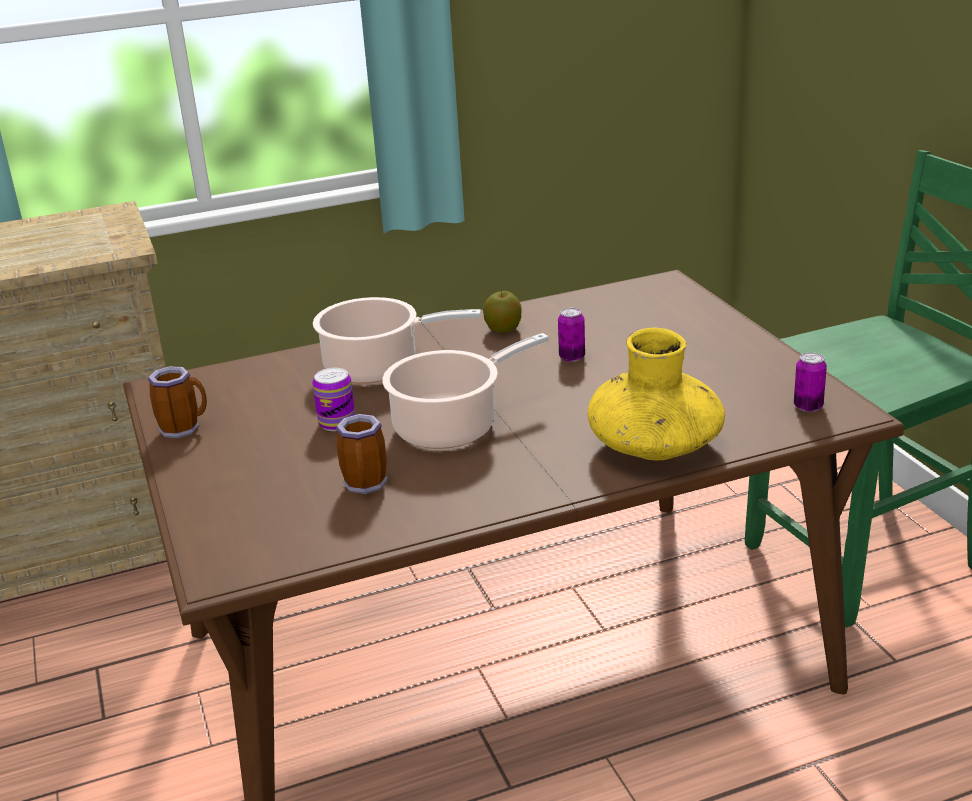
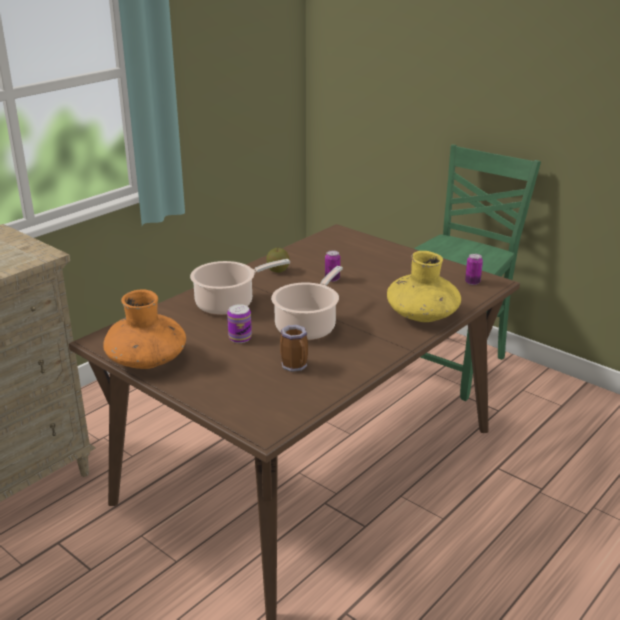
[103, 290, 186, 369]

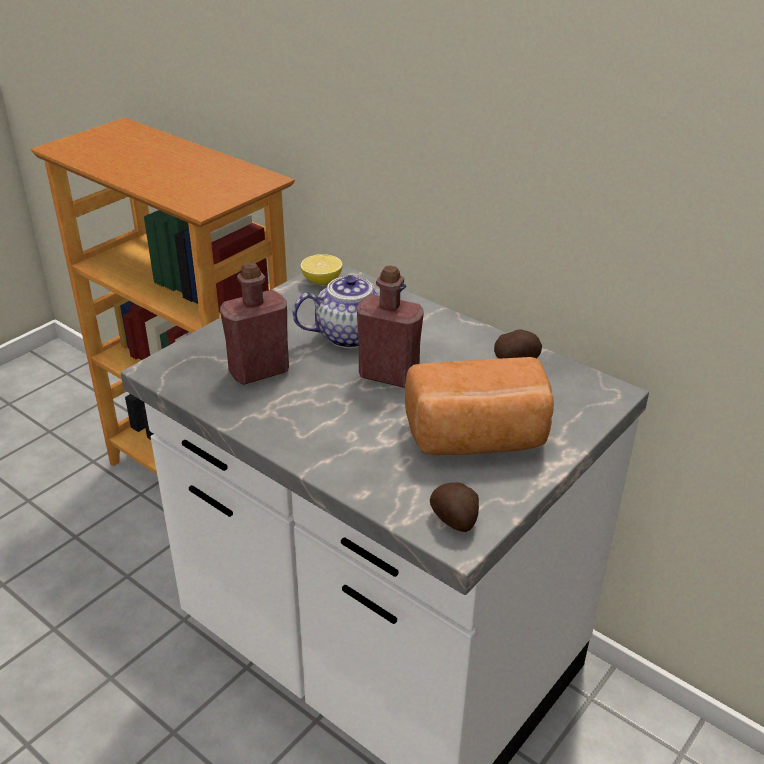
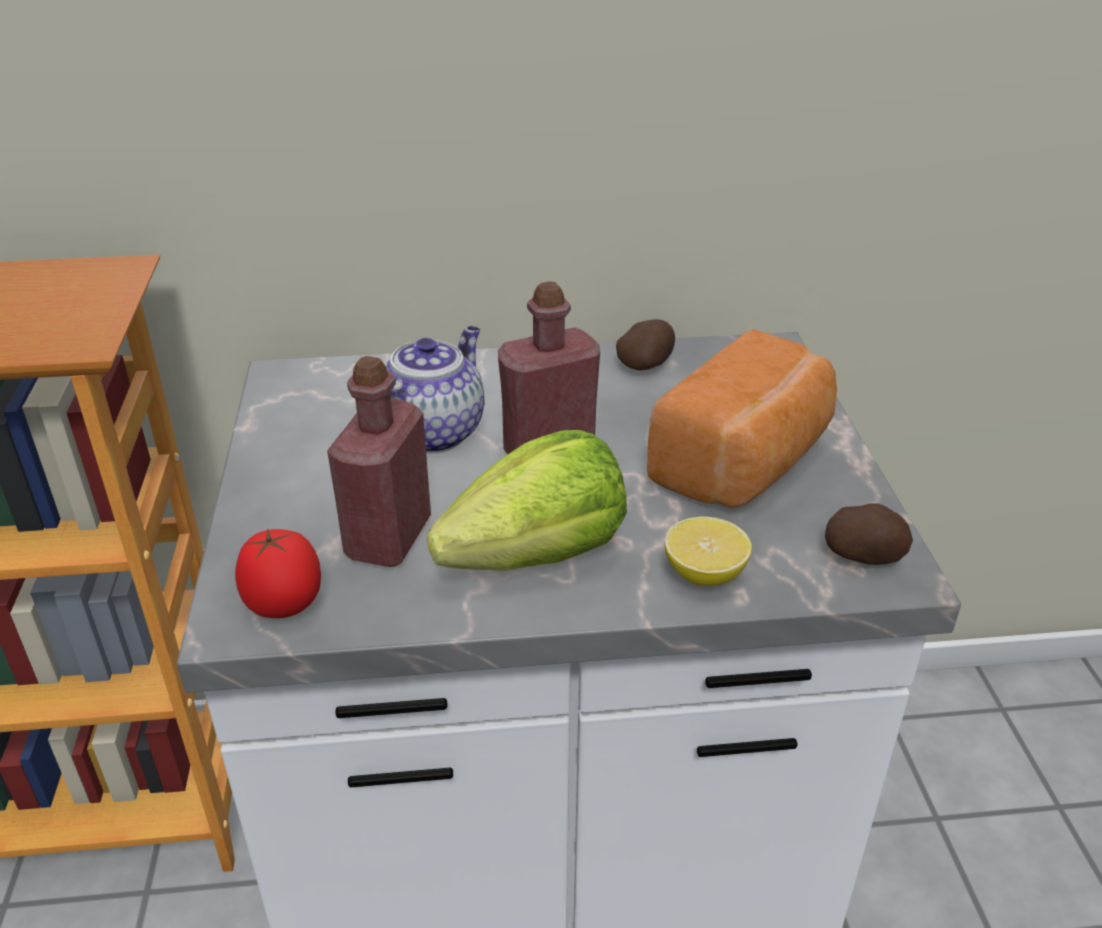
[665, 516, 752, 586]
[427, 430, 627, 571]
[235, 528, 321, 618]

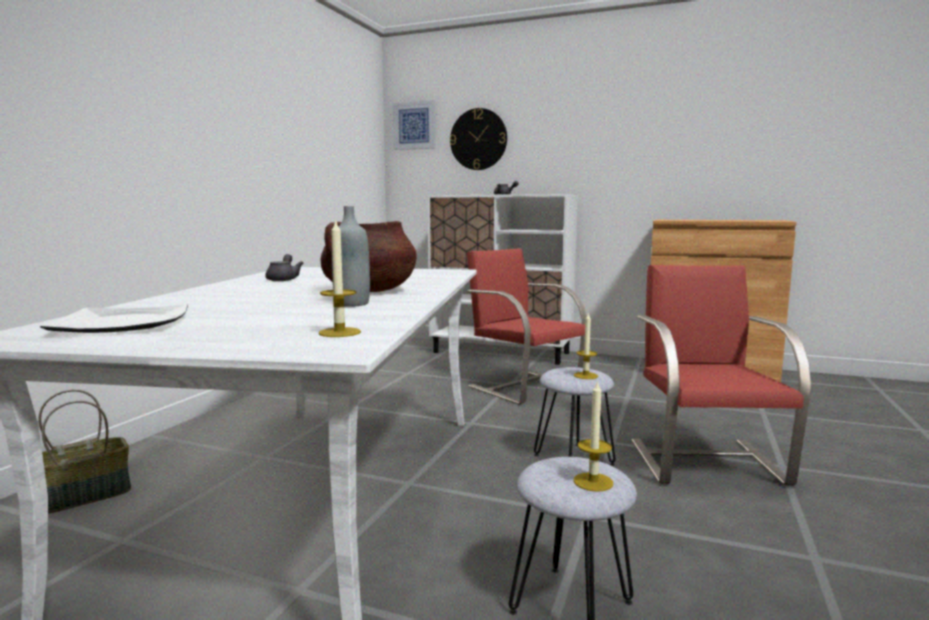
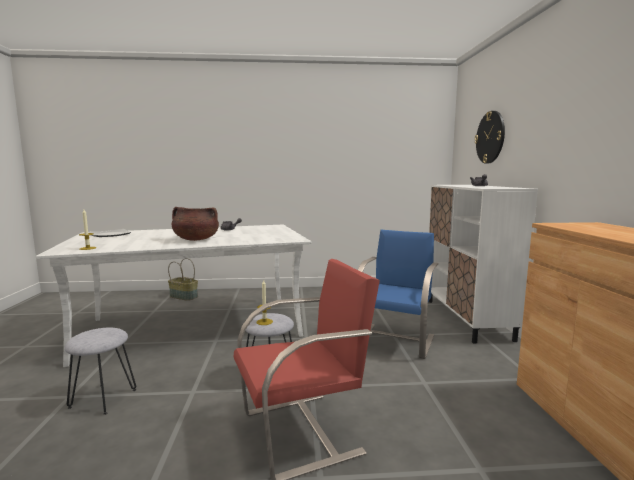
[393, 100, 435, 150] (first image)
[332, 206, 370, 307] (first image)
[358, 230, 439, 359]
[574, 380, 613, 492] (first image)

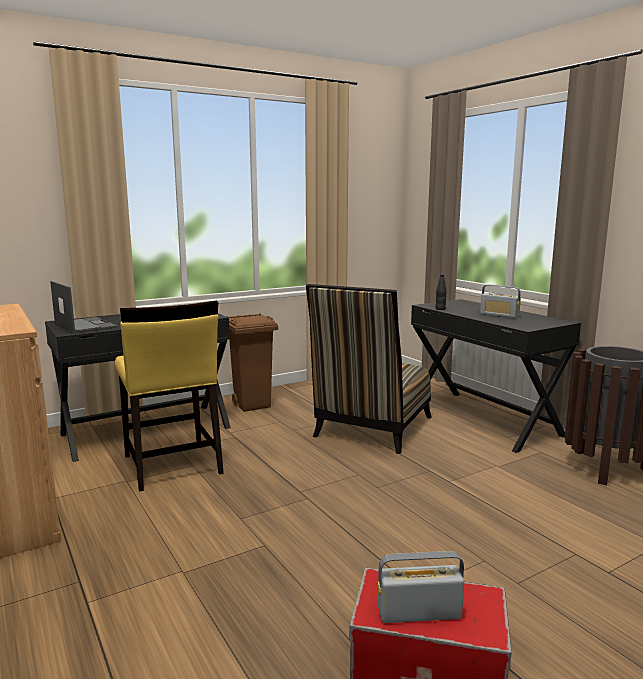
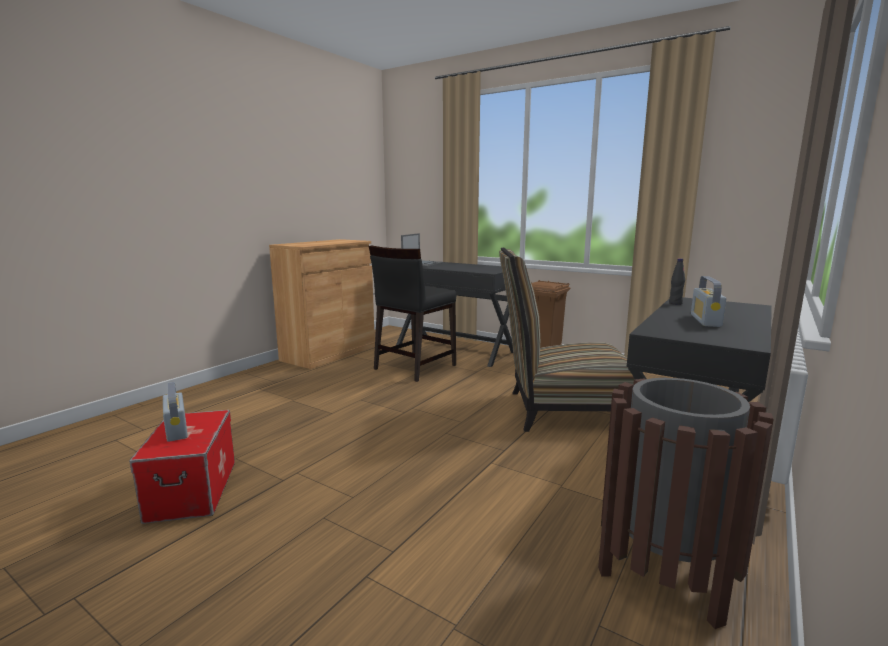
[369, 245, 456, 382]

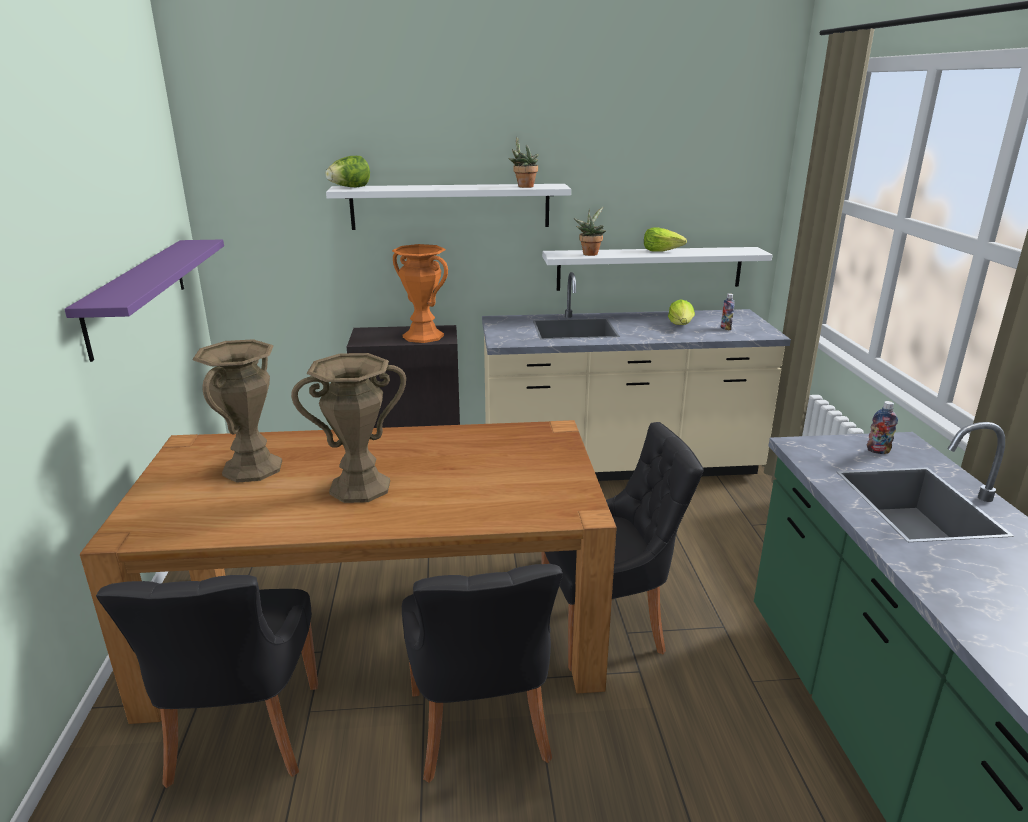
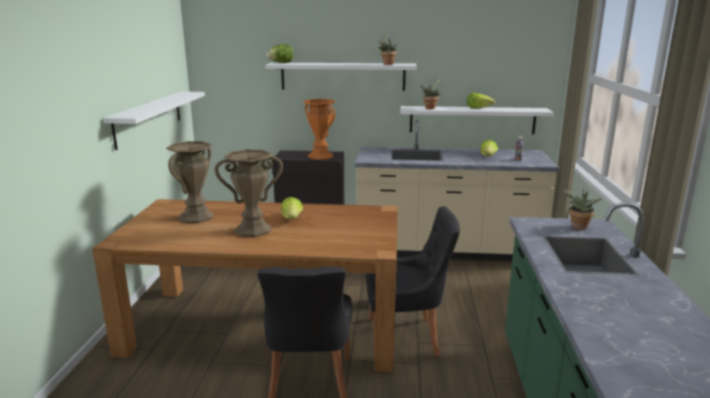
[103, 92, 205, 150]
[561, 188, 602, 230]
[96, 575, 318, 788] (first image)
[281, 197, 303, 219]

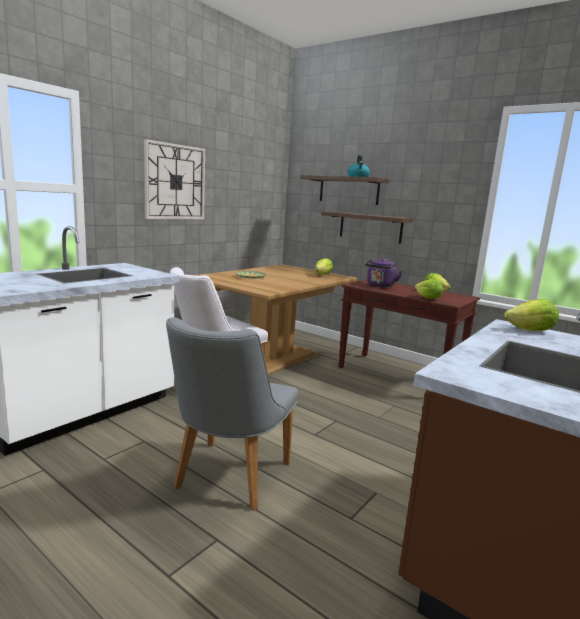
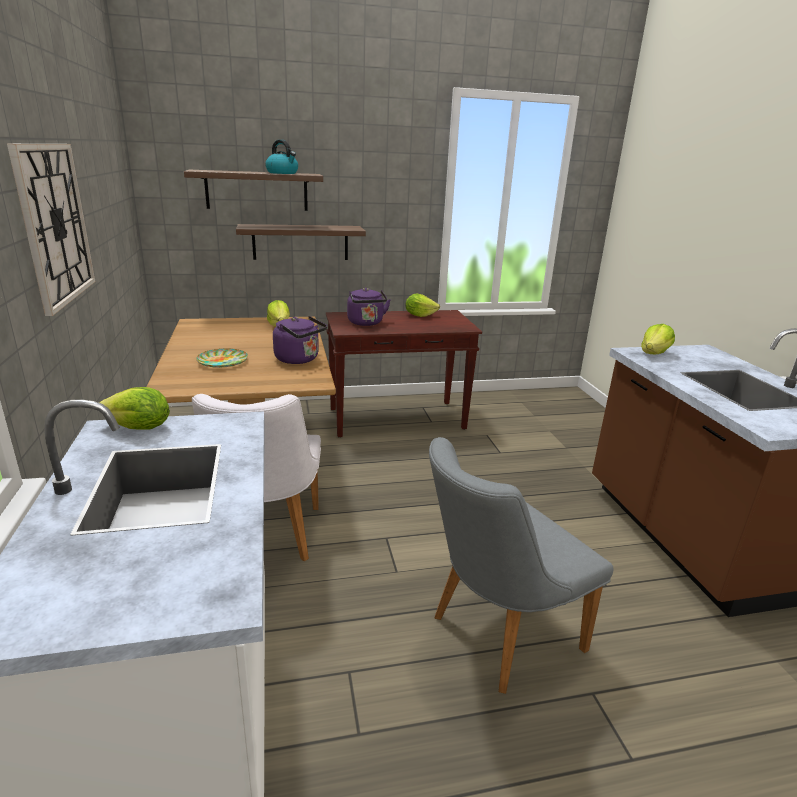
[99, 387, 170, 430]
[429, 437, 614, 694]
[273, 316, 327, 364]

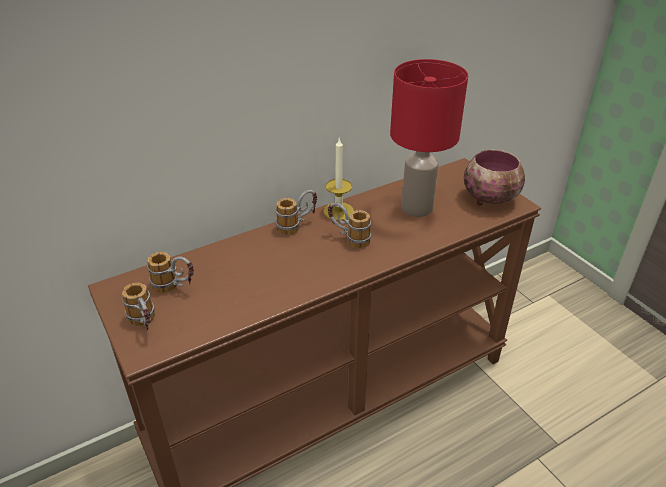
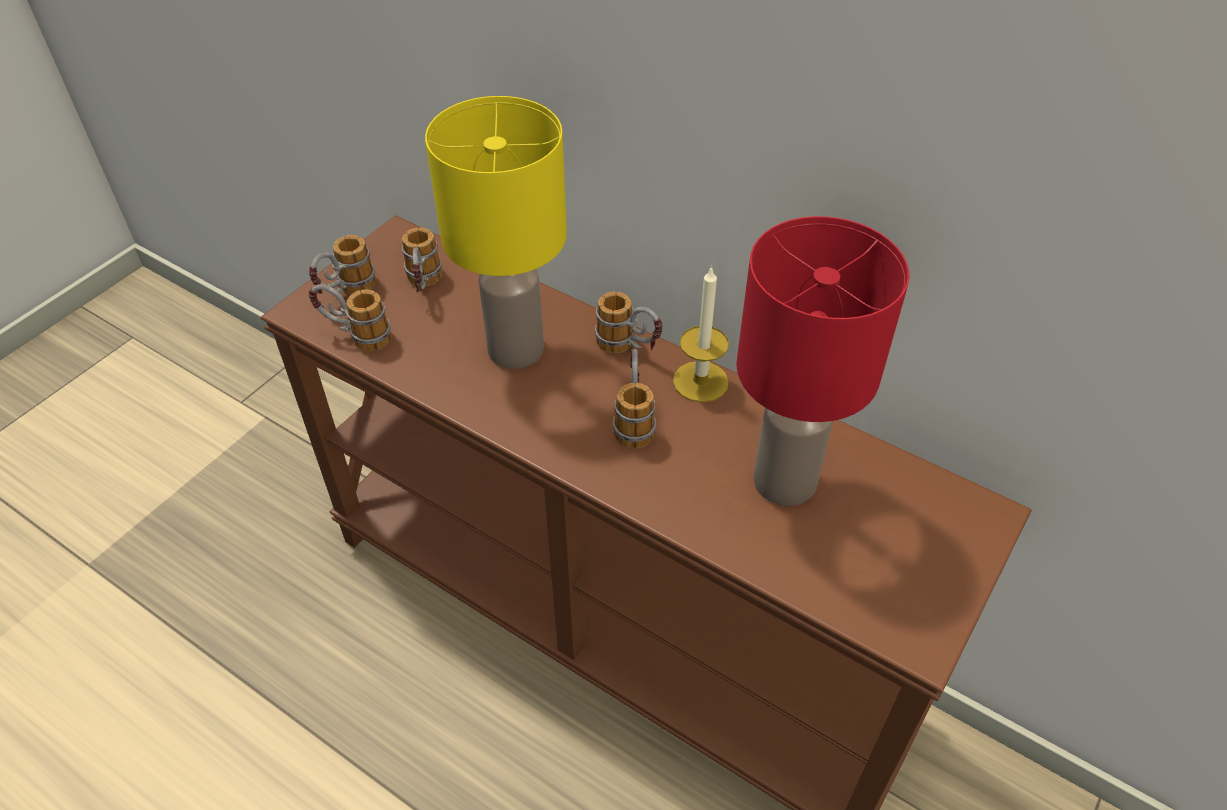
[464, 150, 525, 205] (first image)
[425, 96, 567, 369]
[308, 284, 392, 351]

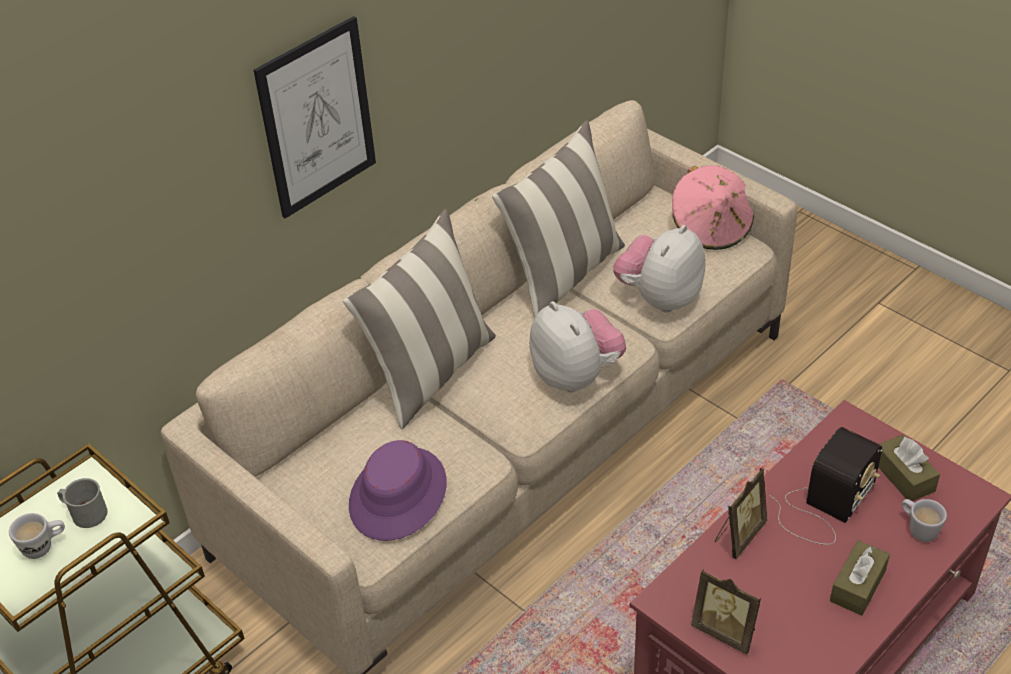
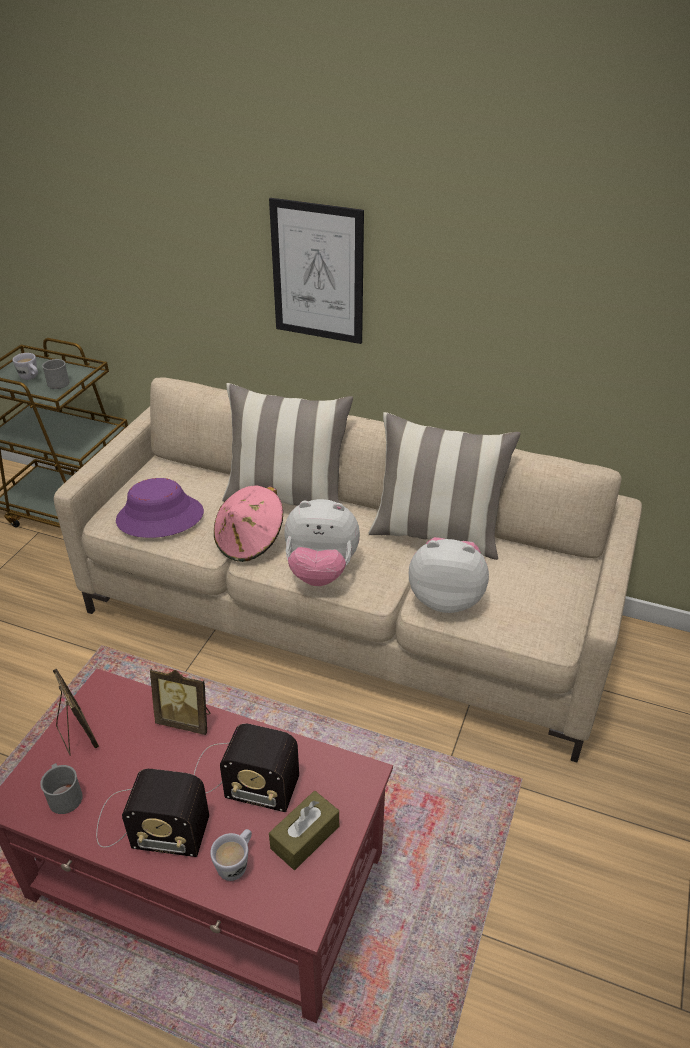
[214, 486, 283, 562]
[284, 499, 360, 586]
[96, 769, 209, 857]
[53, 669, 99, 755]
[40, 763, 83, 814]

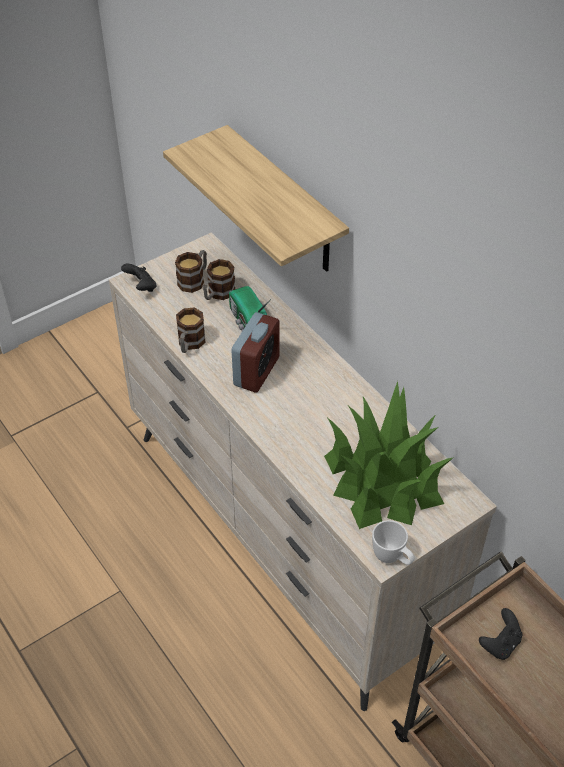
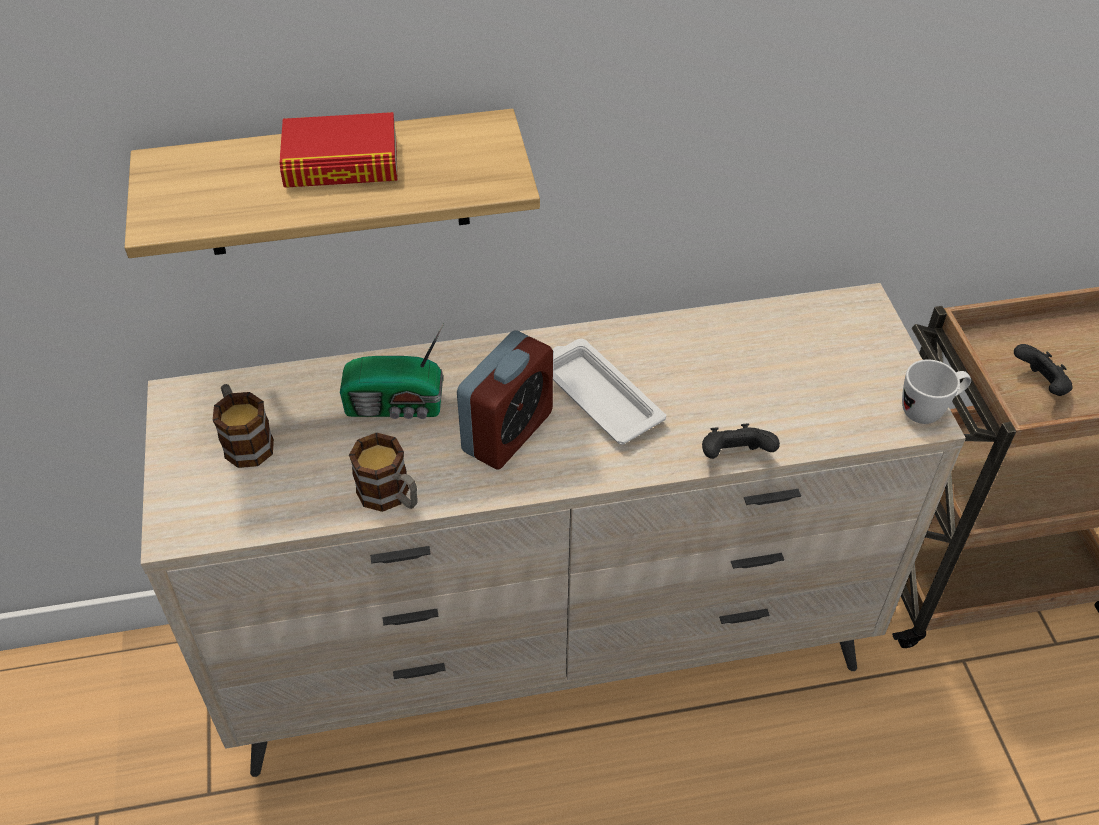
[203, 259, 235, 300] (first image)
[702, 423, 780, 459]
[457, 330, 553, 470]
[324, 381, 454, 529] (first image)
[279, 112, 398, 188]
[553, 338, 666, 445]

